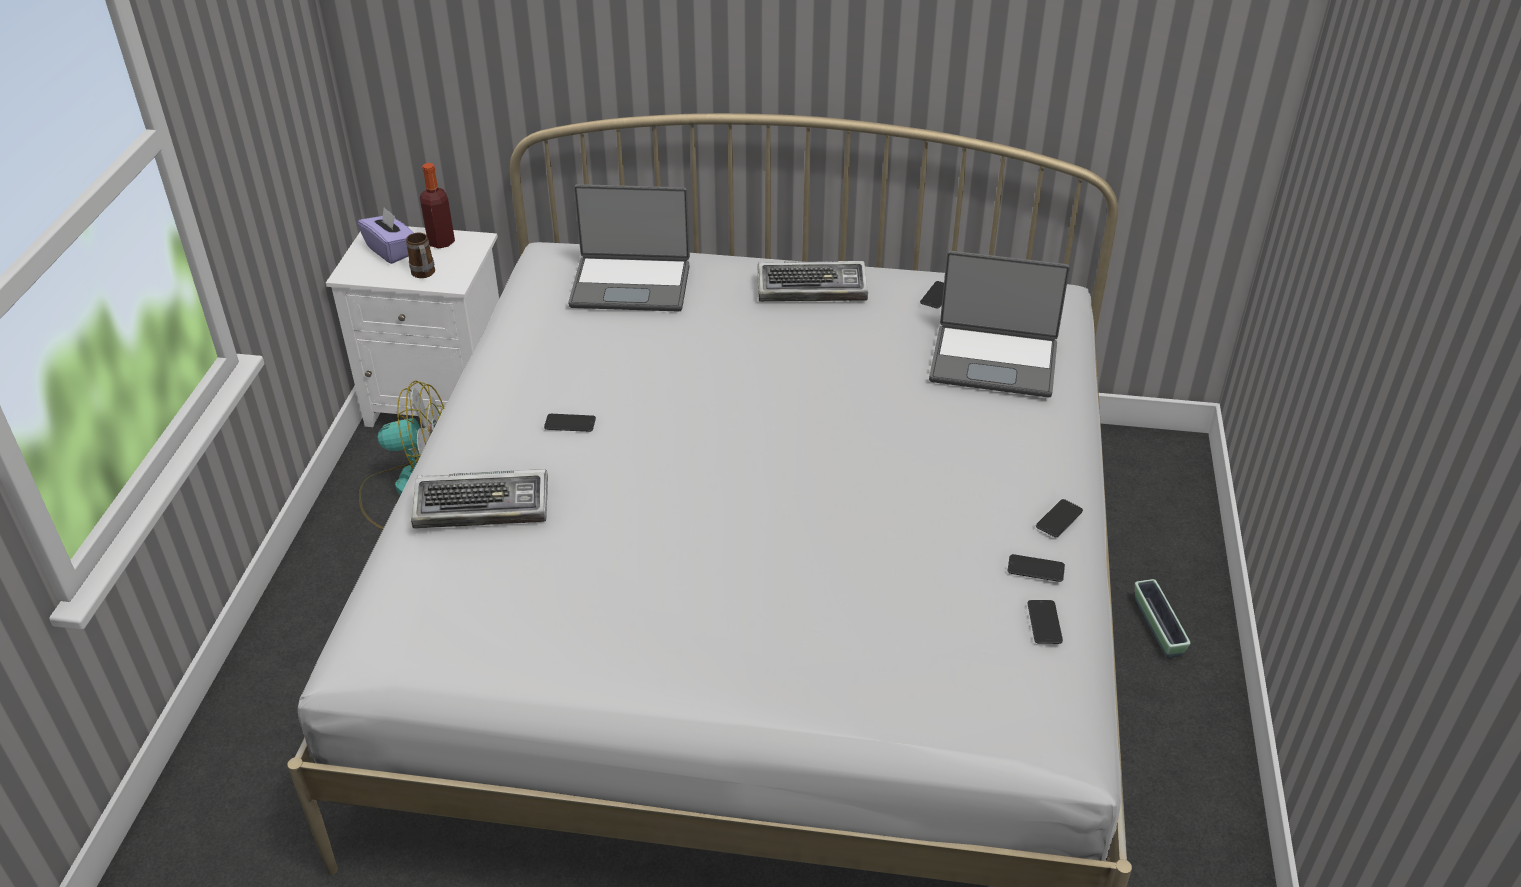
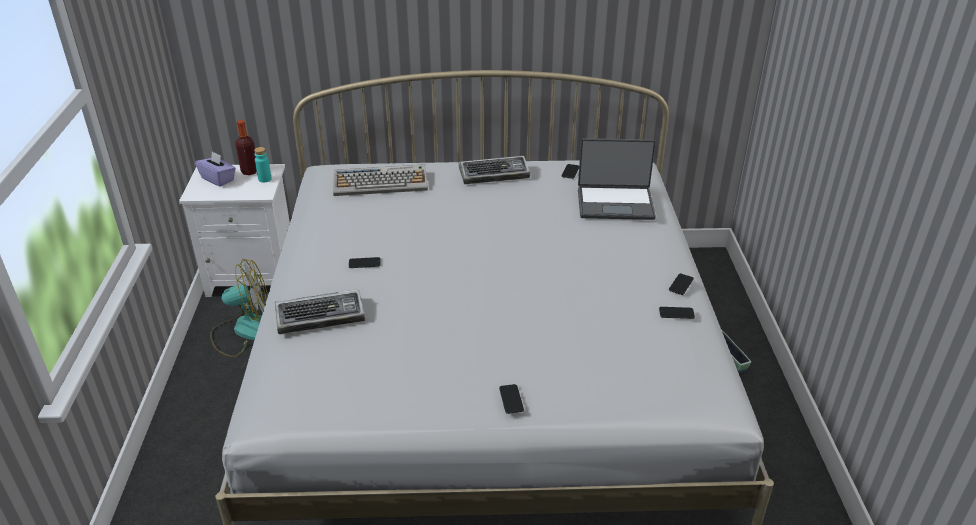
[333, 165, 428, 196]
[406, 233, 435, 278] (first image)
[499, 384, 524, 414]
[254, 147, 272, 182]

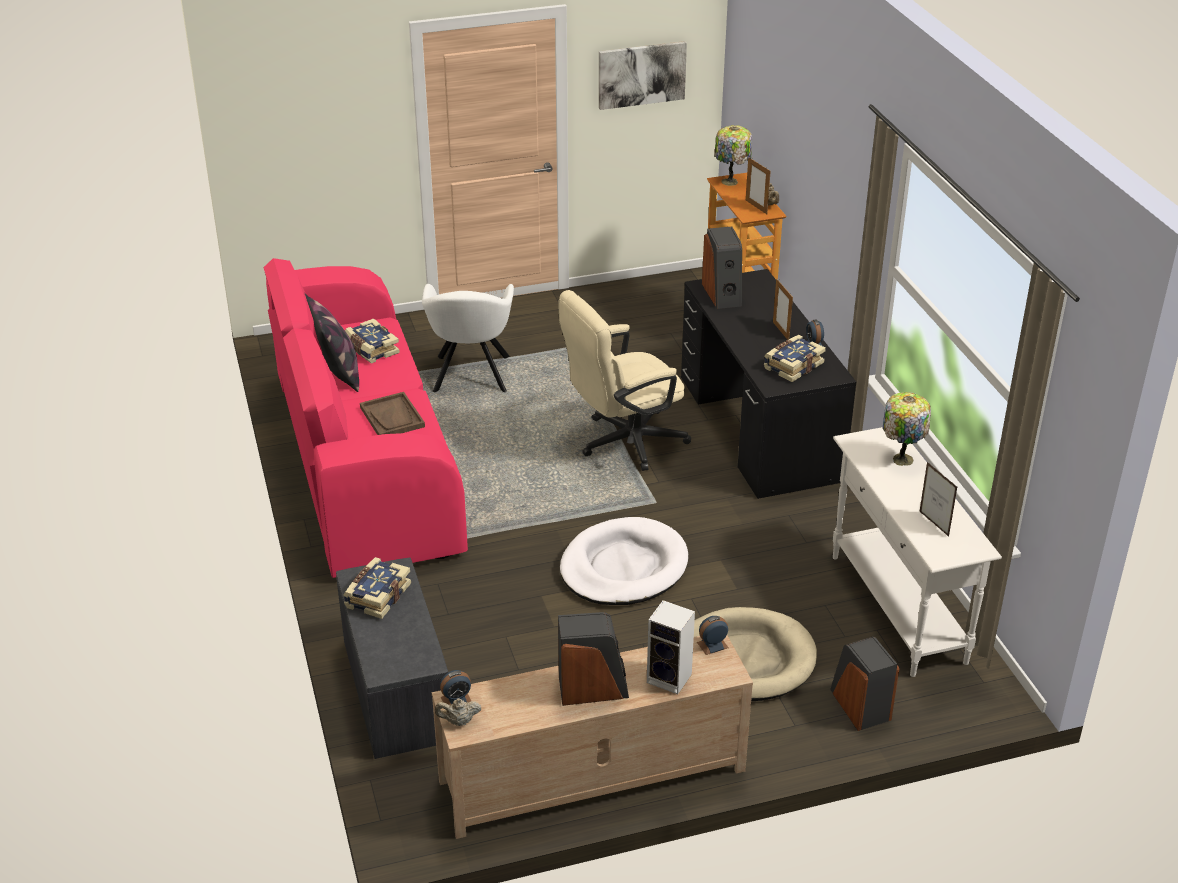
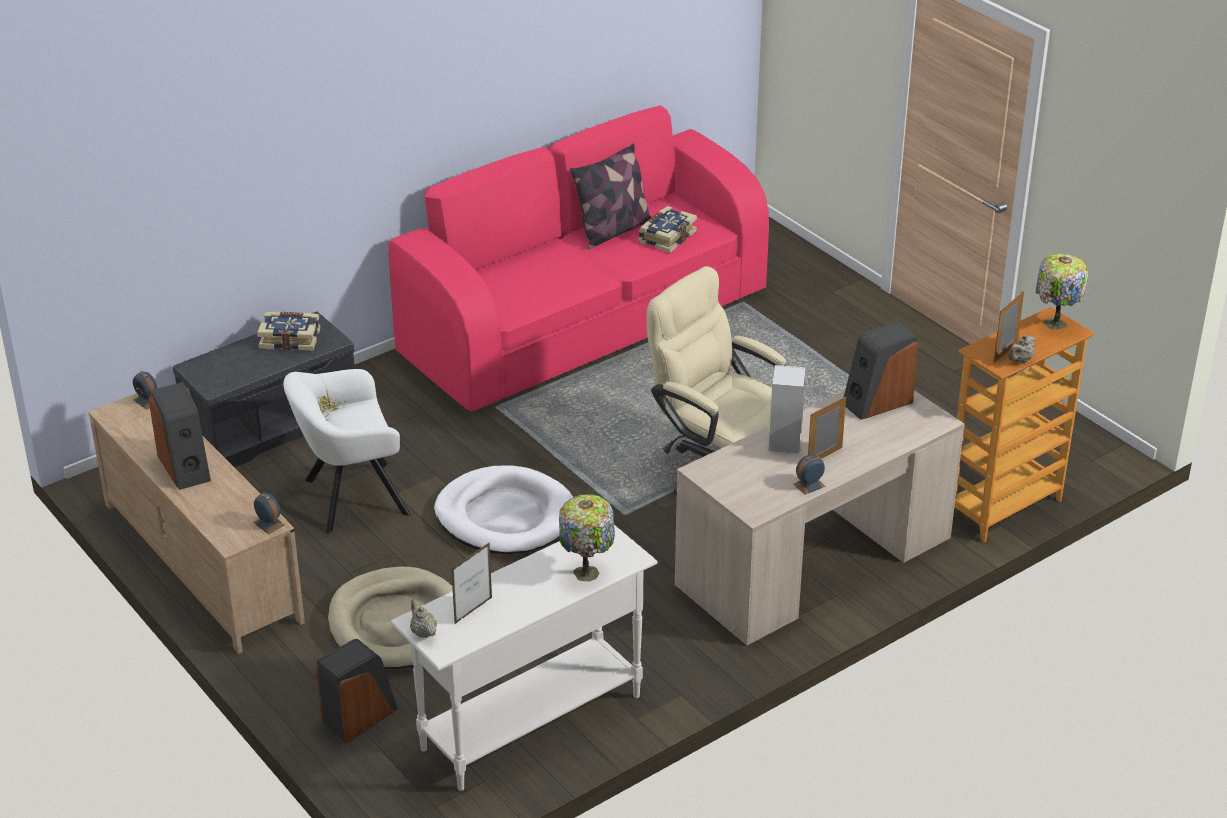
[599, 41, 687, 110] (first image)
[675, 390, 965, 646]
[284, 369, 410, 533]
[764, 335, 826, 382] (first image)
[360, 392, 425, 435] (first image)
[769, 365, 806, 453]
[410, 598, 437, 638]

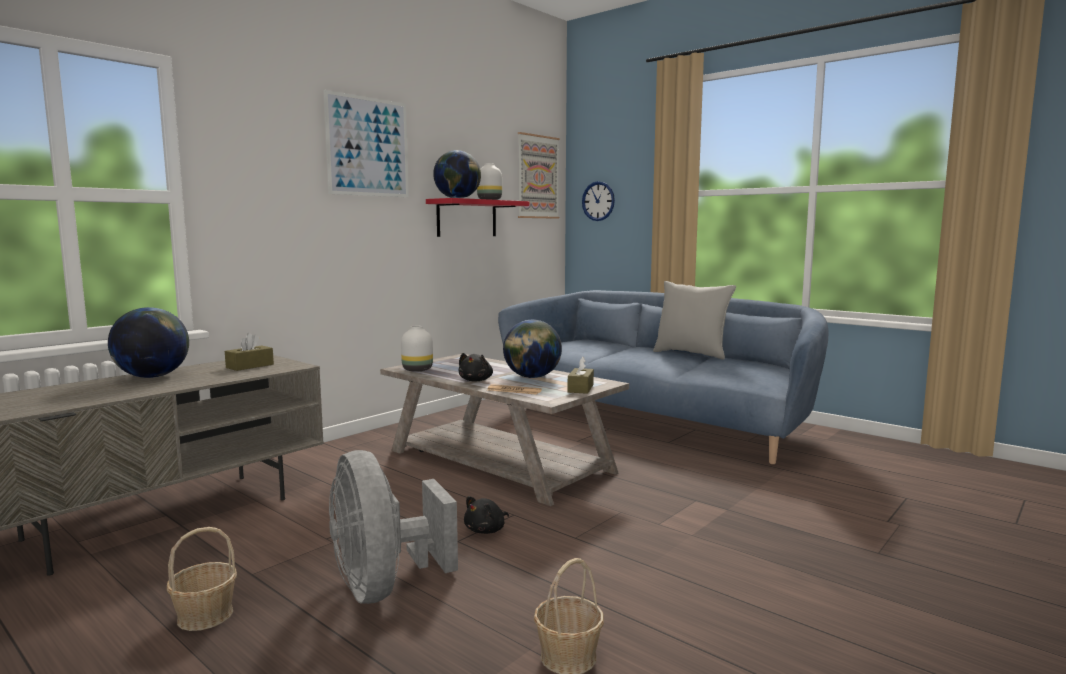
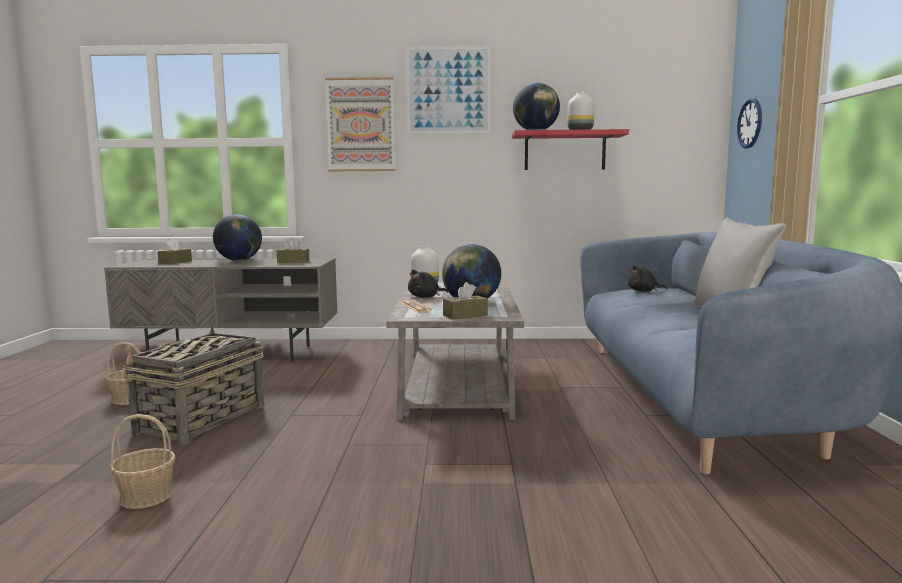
[325, 77, 395, 171]
[123, 326, 264, 444]
[627, 265, 667, 292]
[158, 238, 192, 264]

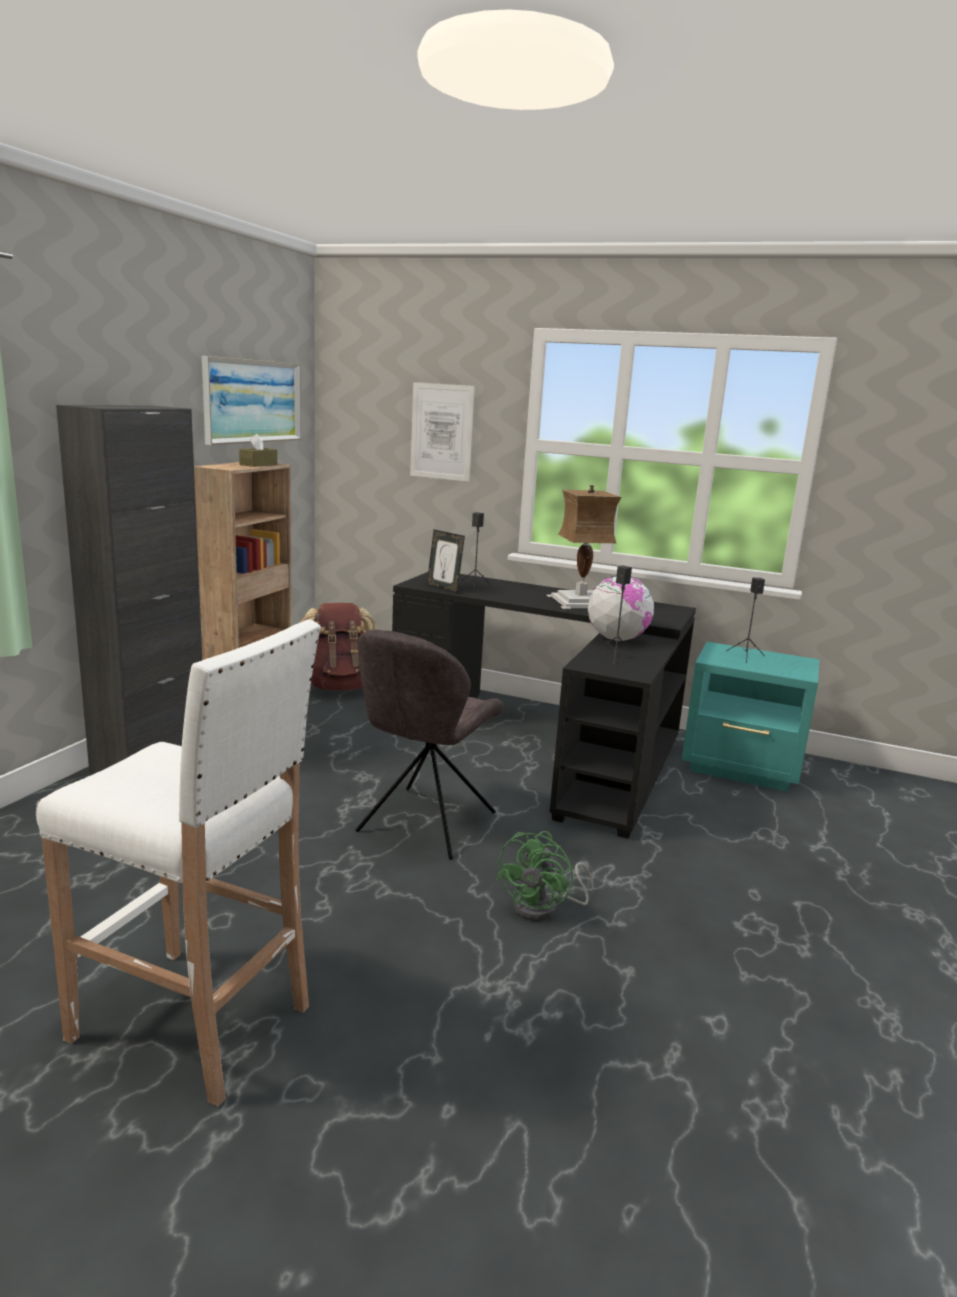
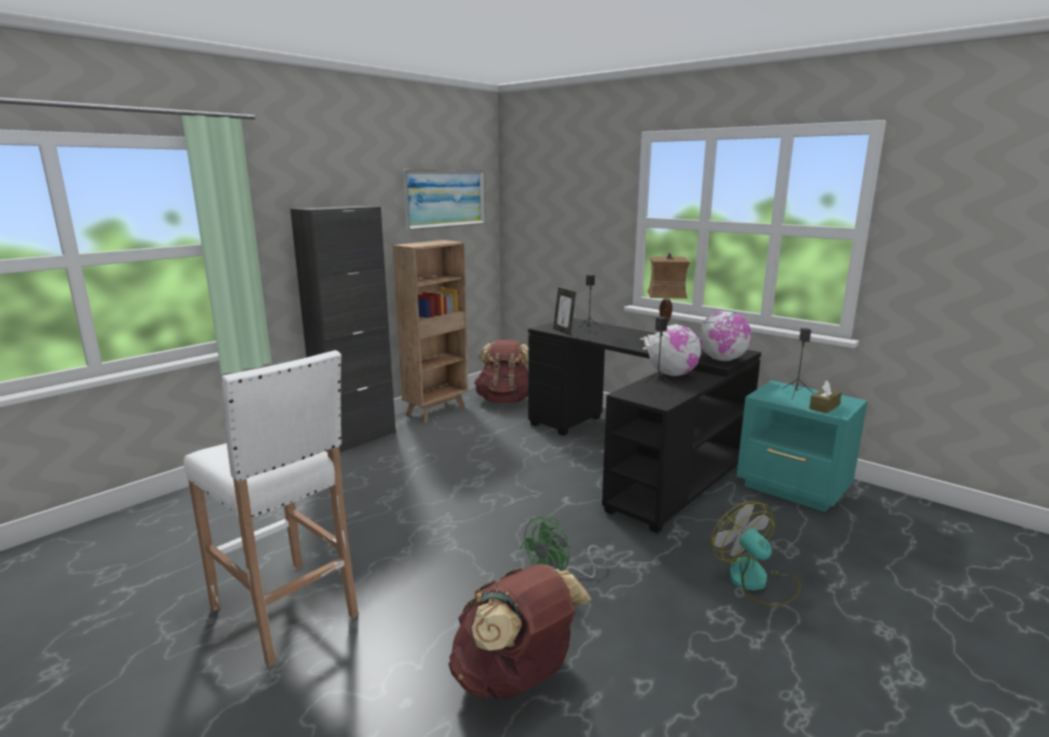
[410, 382, 475, 482] (first image)
[809, 380, 842, 413]
[356, 630, 504, 860] (first image)
[699, 311, 752, 361]
[711, 501, 801, 607]
[448, 564, 592, 700]

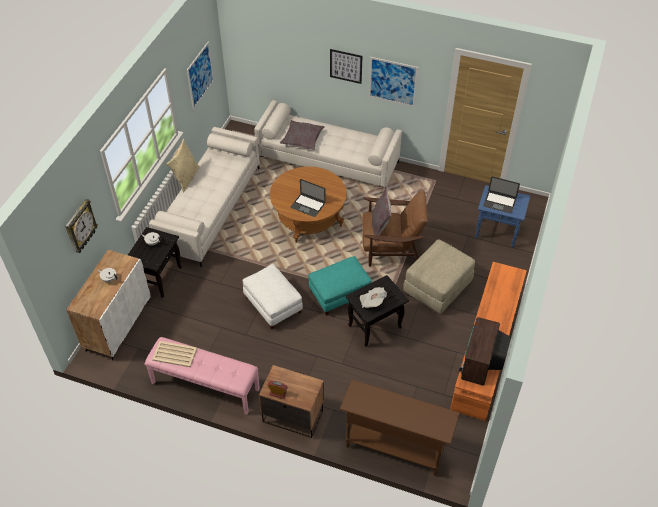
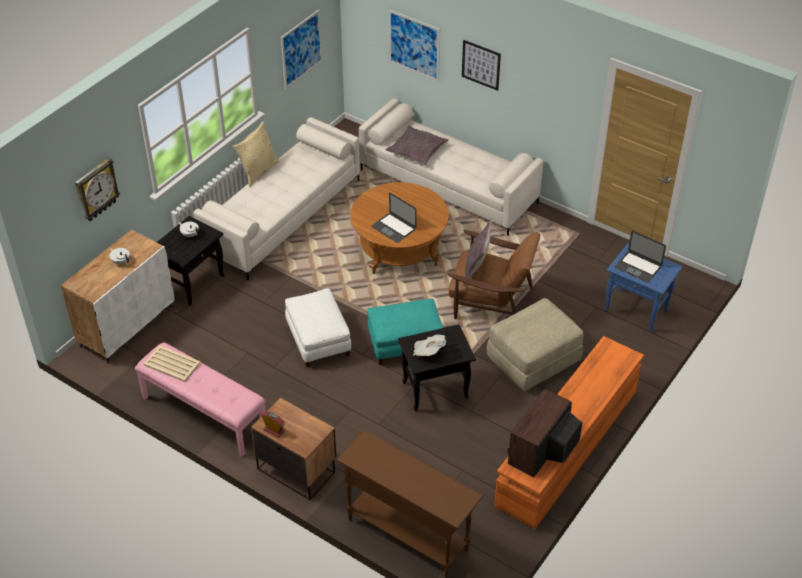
[389, 10, 440, 81]

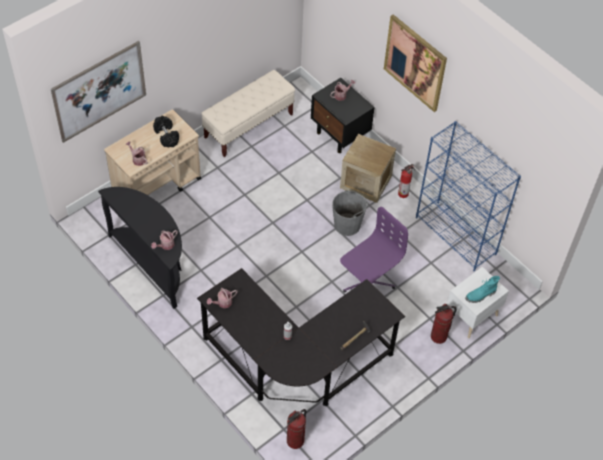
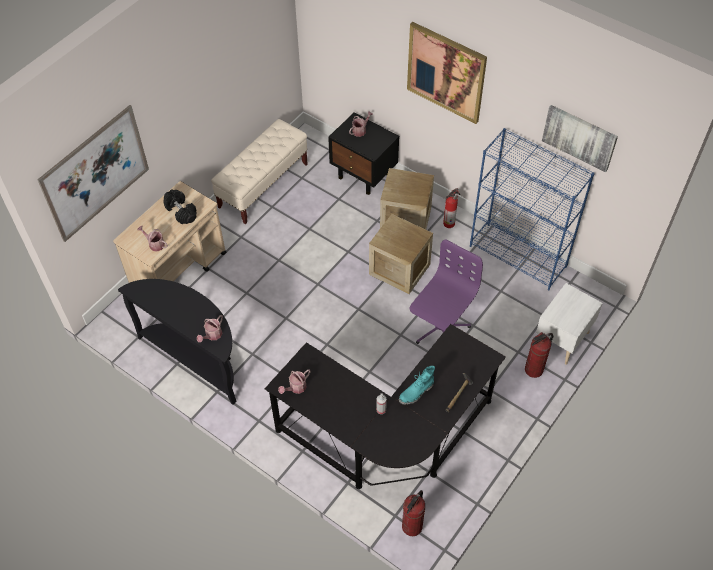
[369, 214, 433, 294]
[399, 366, 435, 405]
[542, 105, 618, 172]

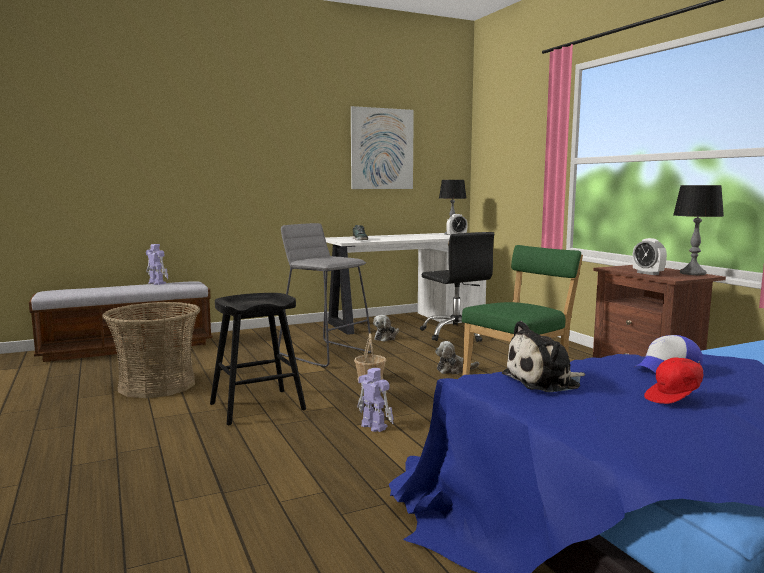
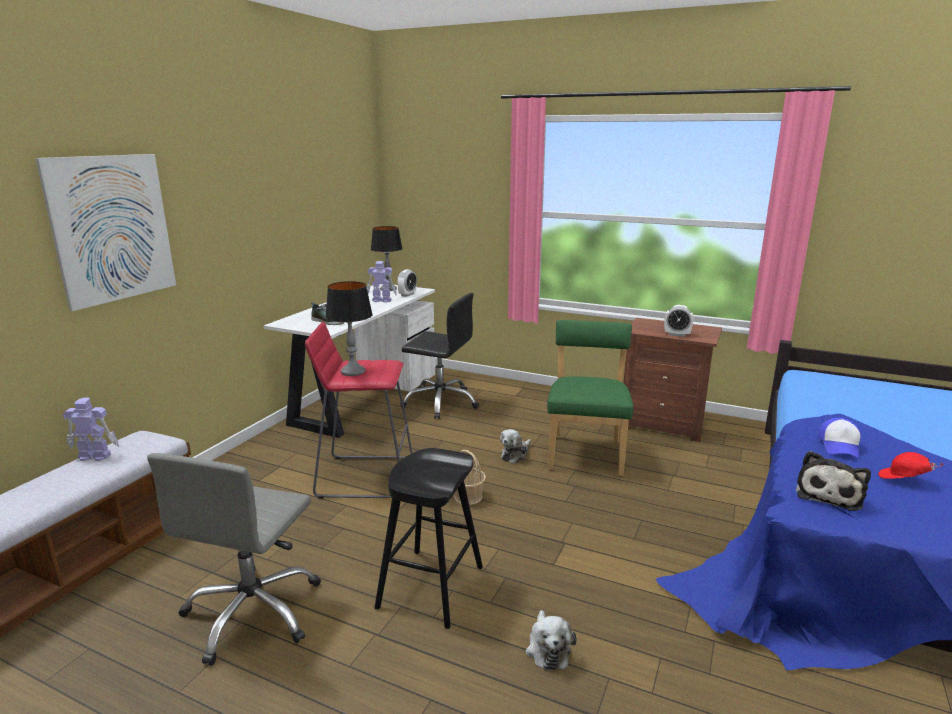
[35, 154, 176, 311]
[325, 281, 373, 376]
[305, 322, 412, 498]
[147, 453, 321, 666]
[526, 610, 577, 670]
[878, 452, 943, 479]
[367, 261, 397, 303]

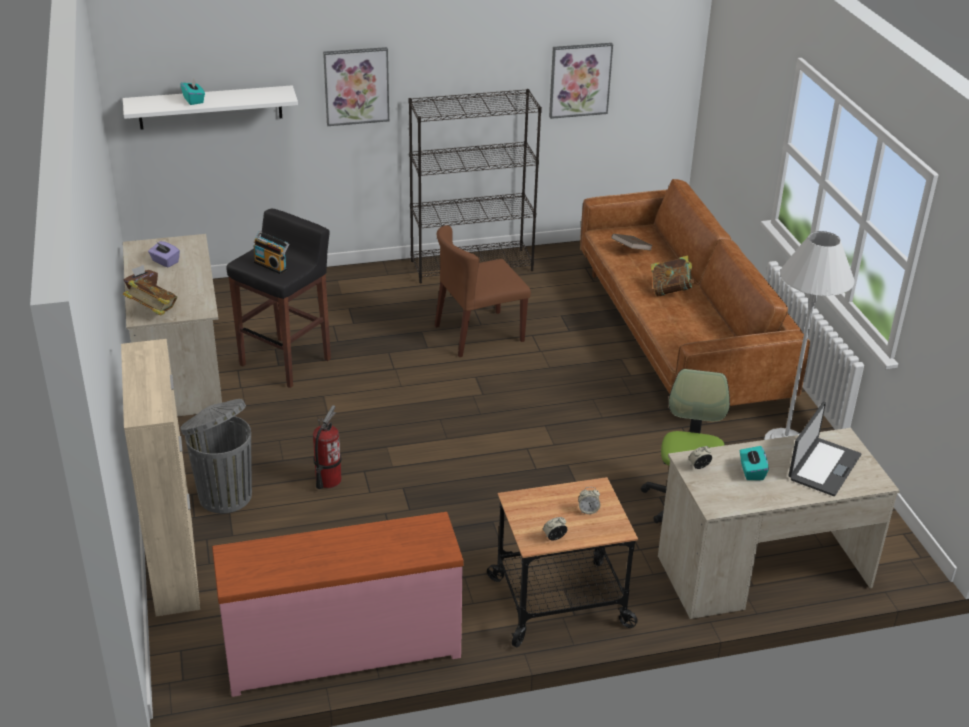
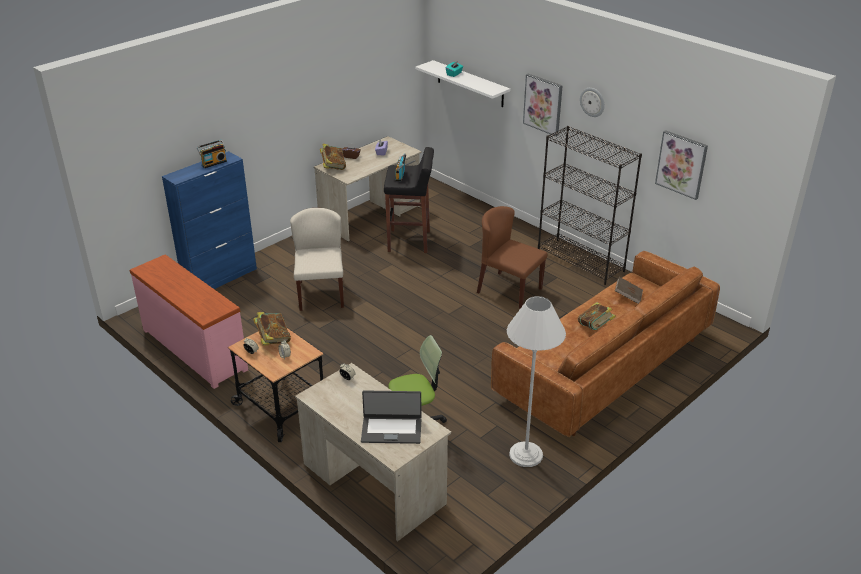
[162, 151, 257, 289]
[180, 399, 252, 513] (first image)
[290, 208, 344, 311]
[740, 446, 769, 480] (first image)
[580, 88, 605, 117]
[197, 140, 227, 168]
[253, 312, 291, 346]

